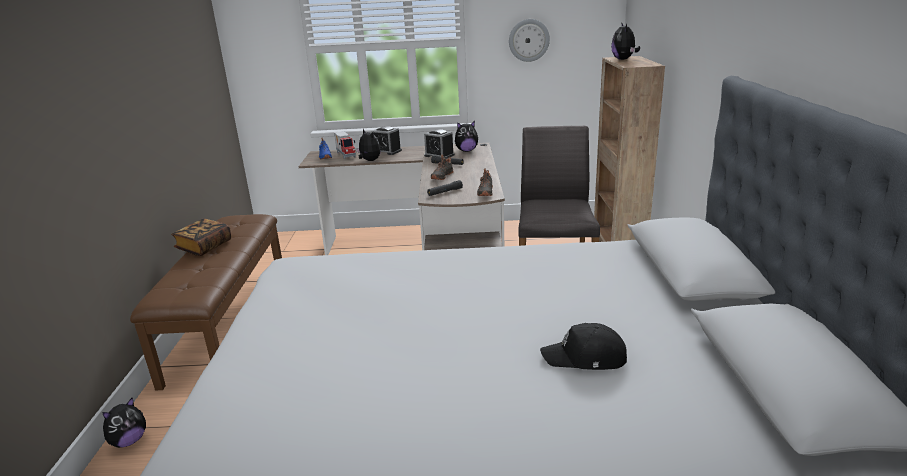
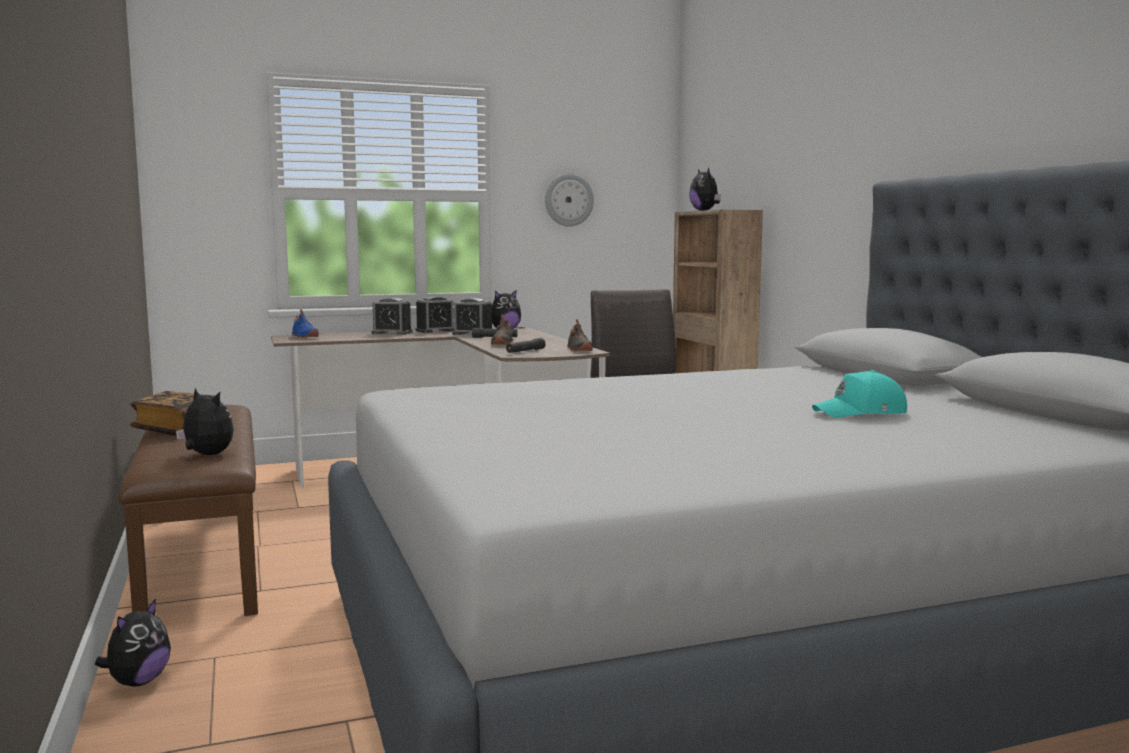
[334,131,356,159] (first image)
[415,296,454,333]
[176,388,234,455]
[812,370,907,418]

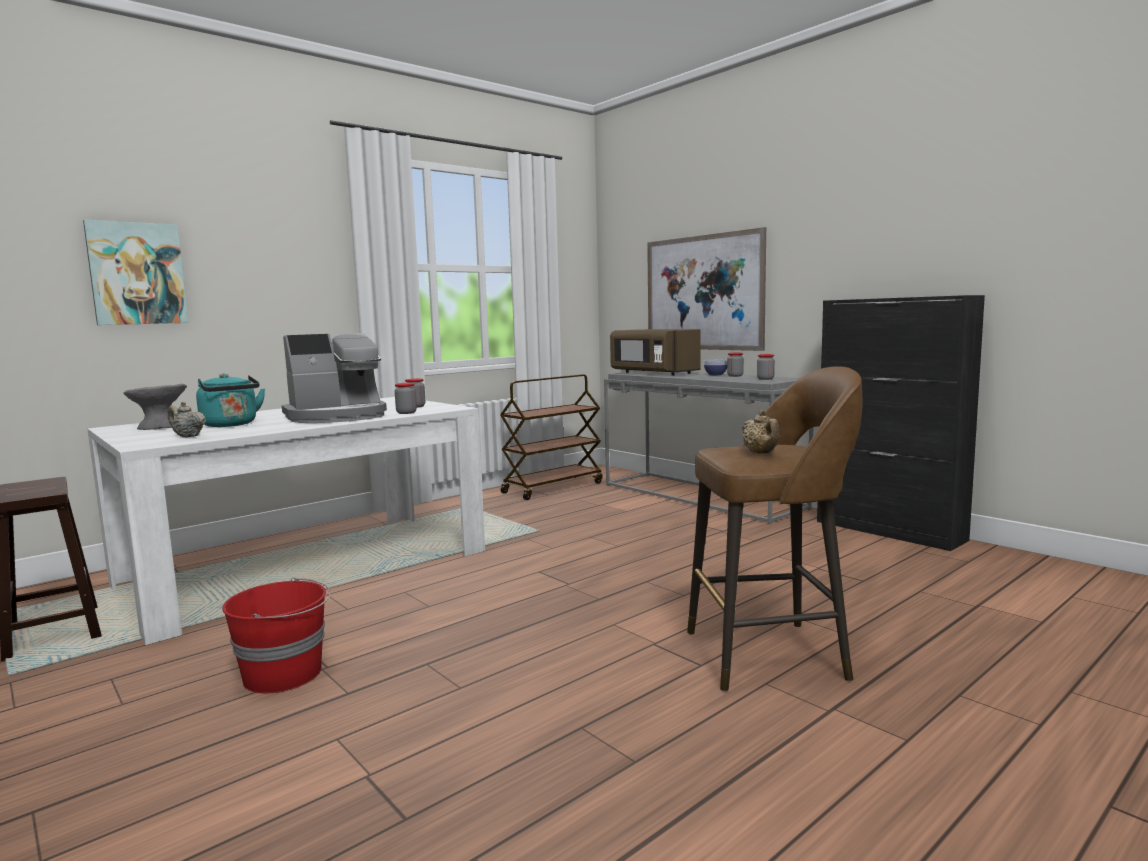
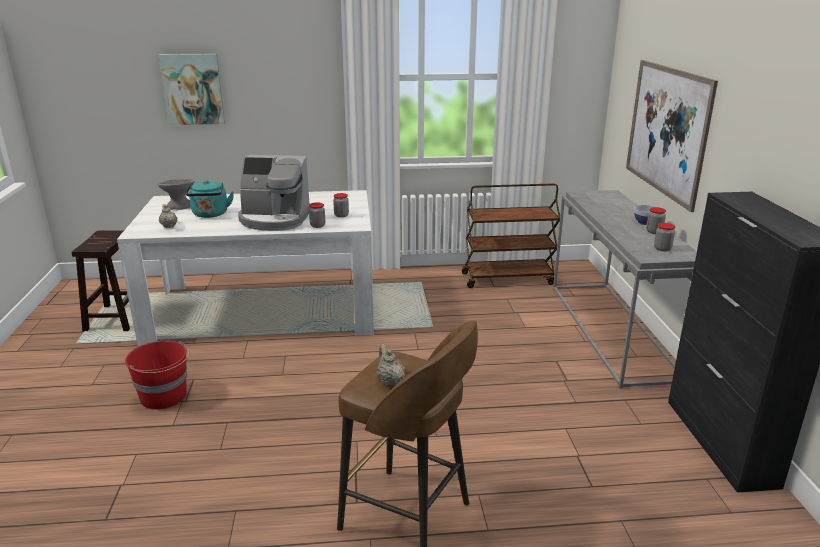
[610,329,701,375] (first image)
[377,344,405,386]

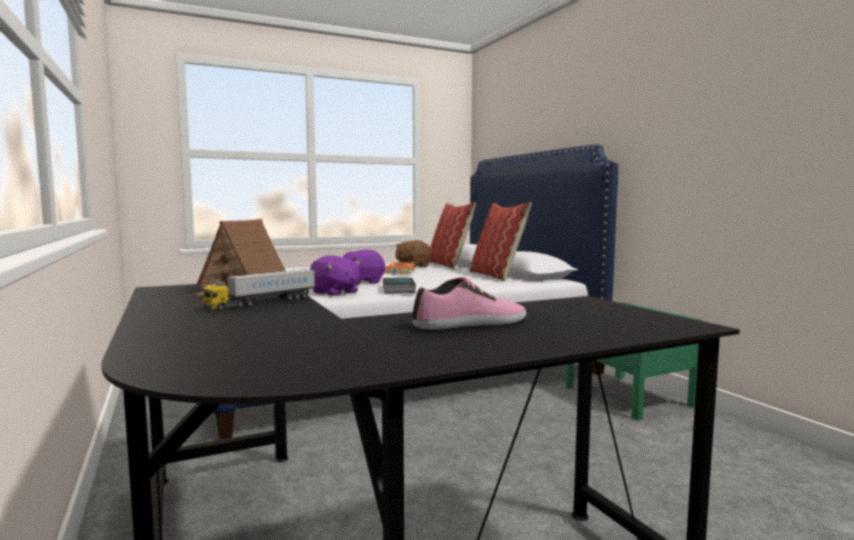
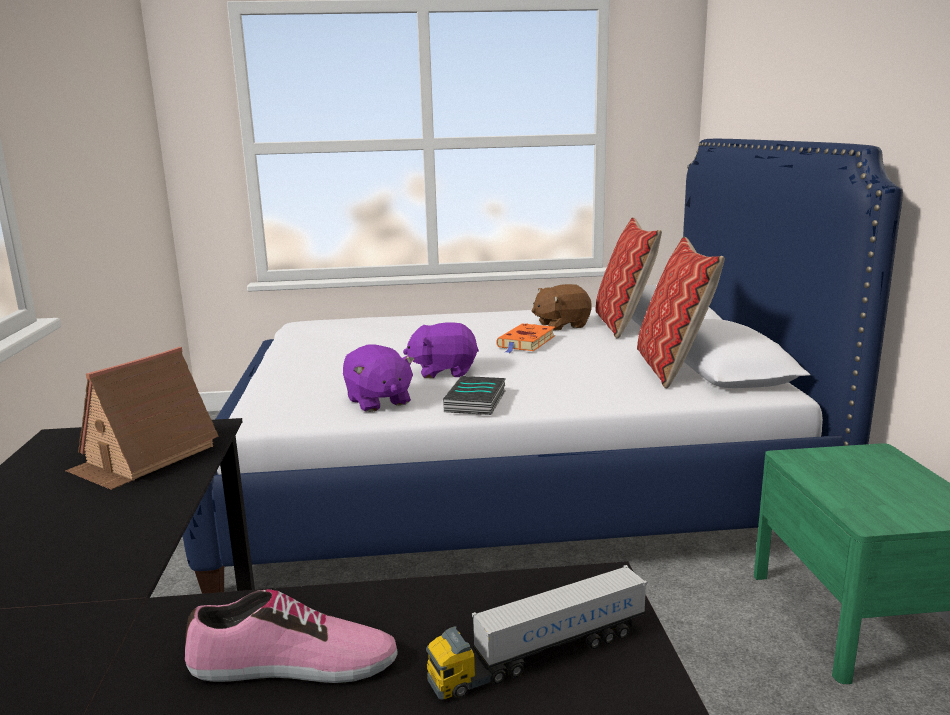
[426,565,647,700]

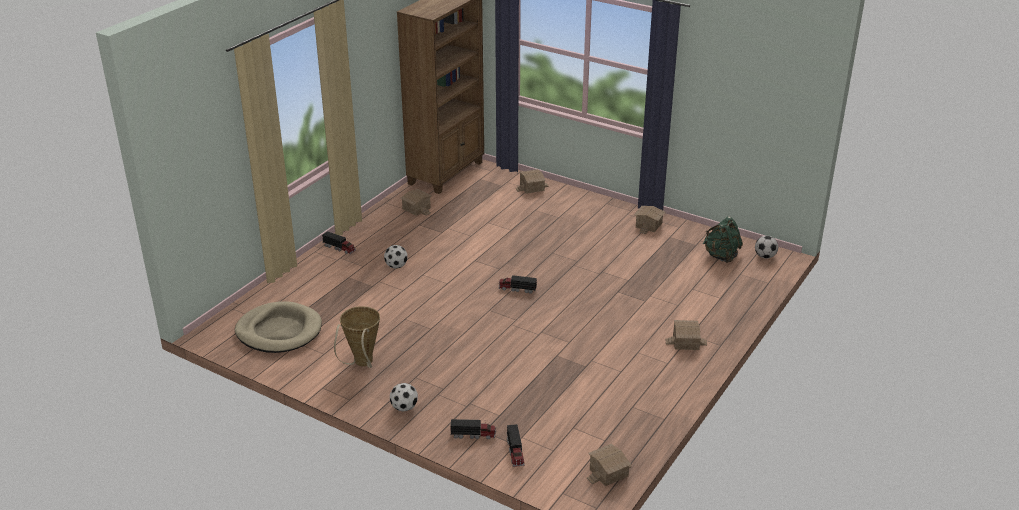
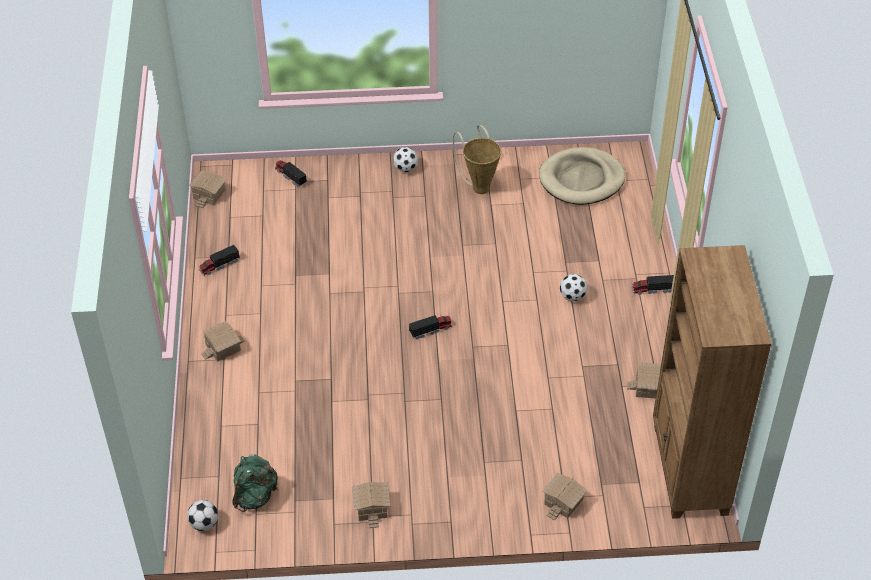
[199,245,240,276]

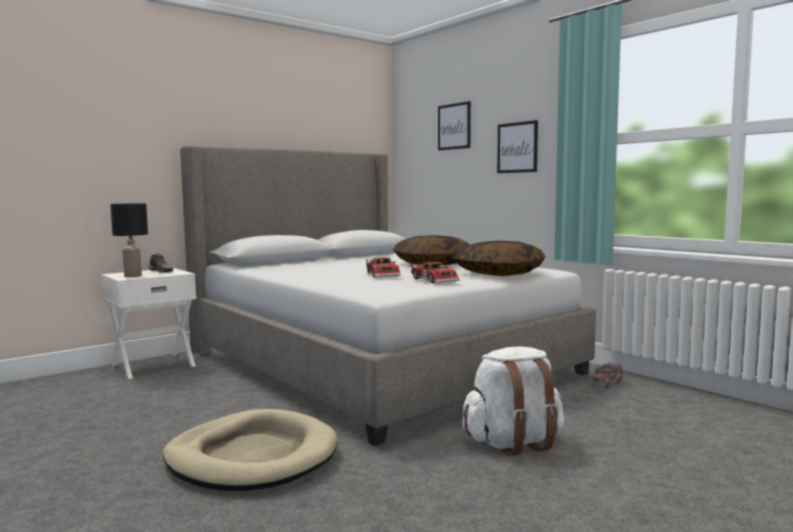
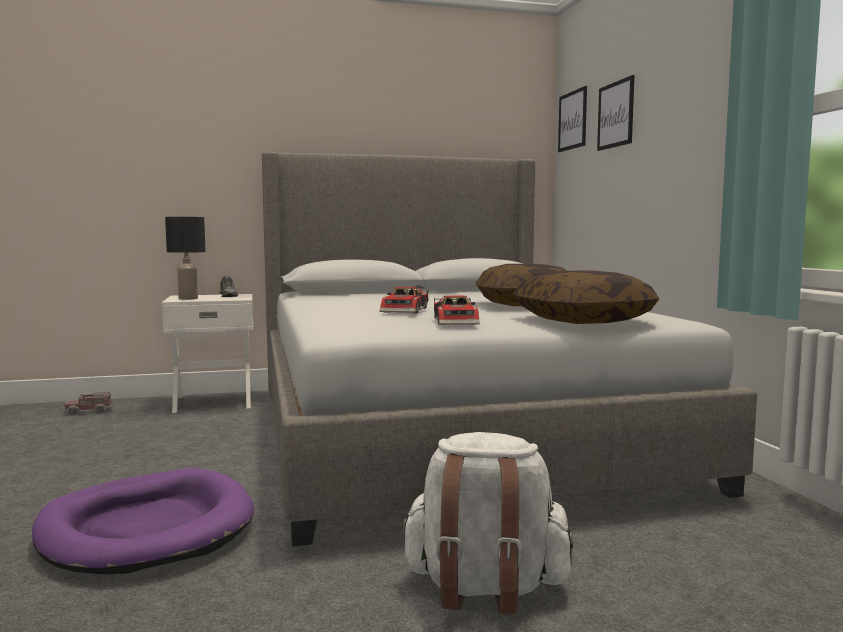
[558,86,587,152]
[64,392,114,416]
[32,468,254,574]

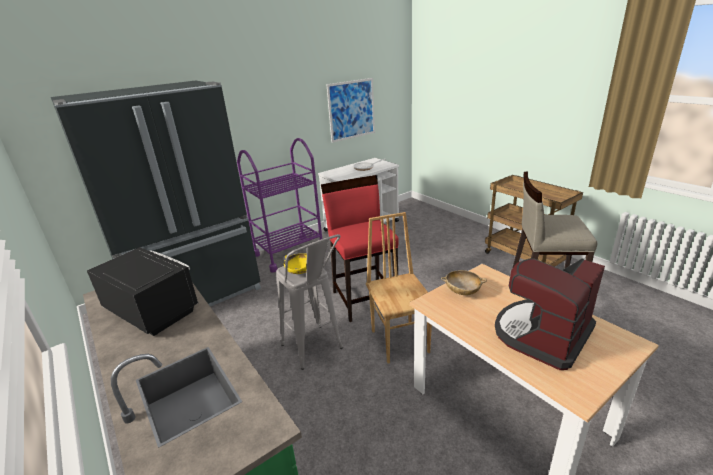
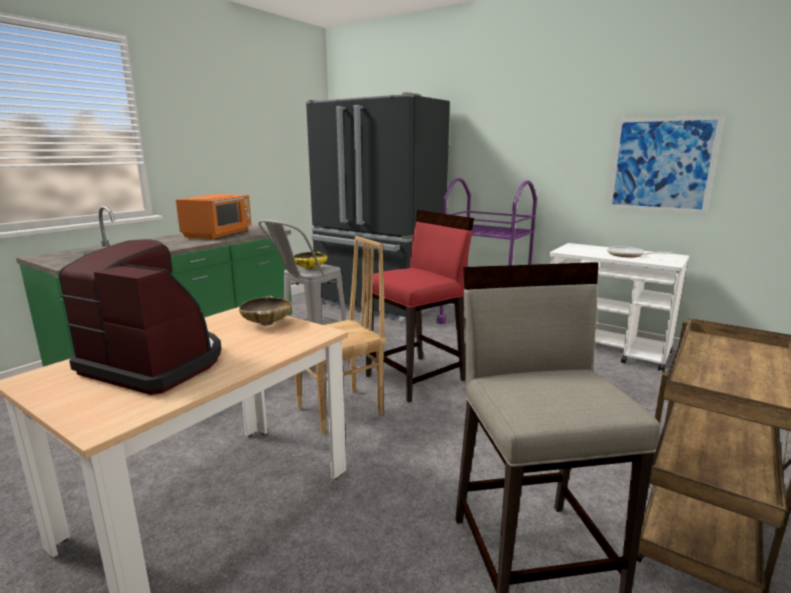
[176,194,252,240]

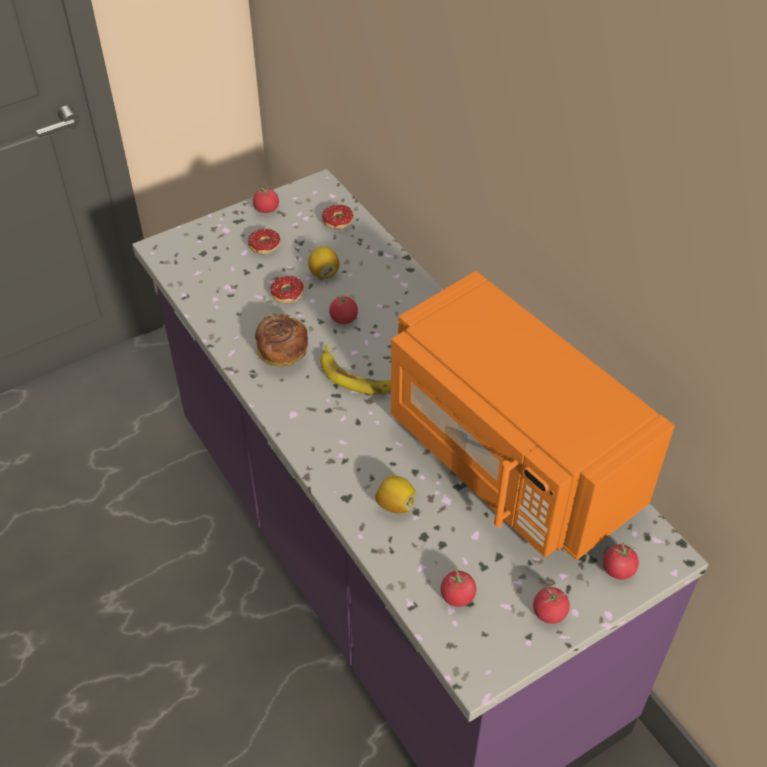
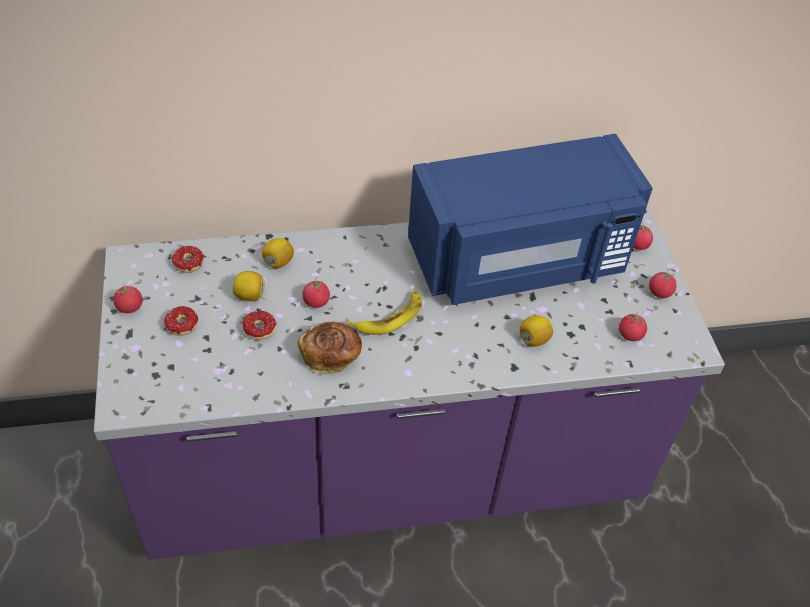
[262,238,294,269]
[408,134,653,305]

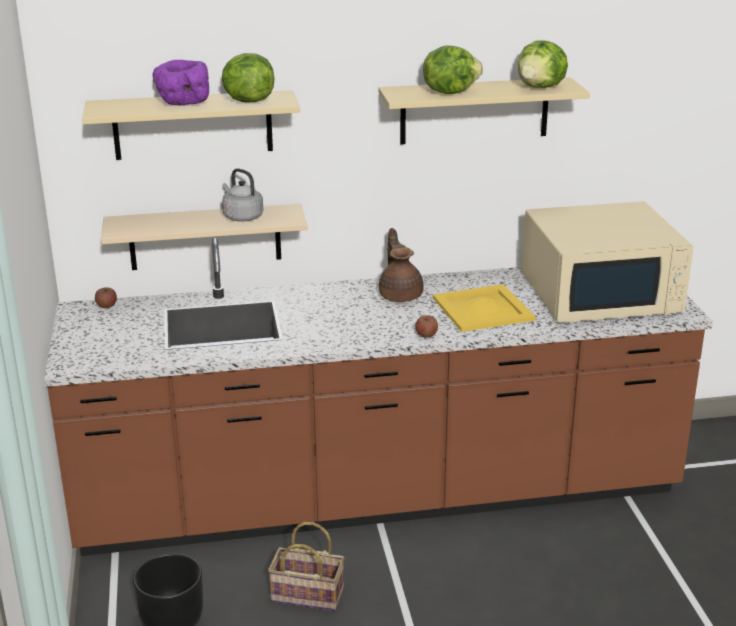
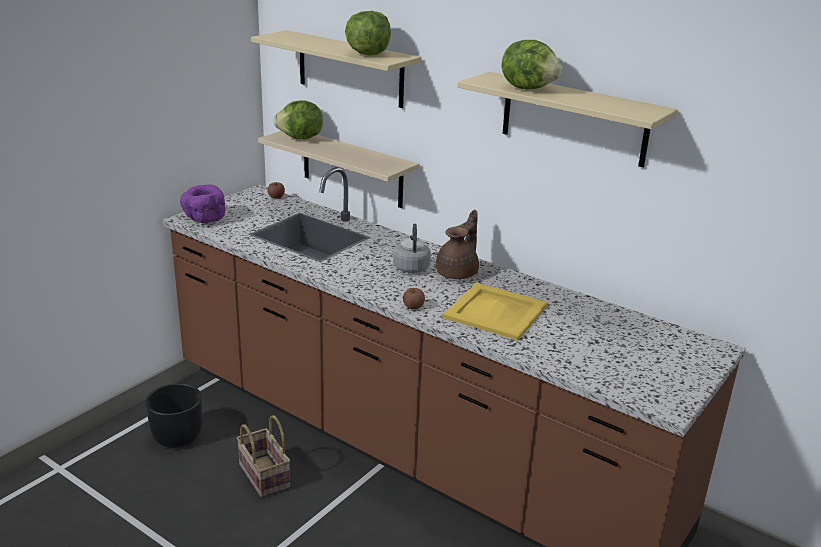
[522,201,694,323] (first image)
[180,184,225,223]
[393,223,431,273]
[274,100,323,140]

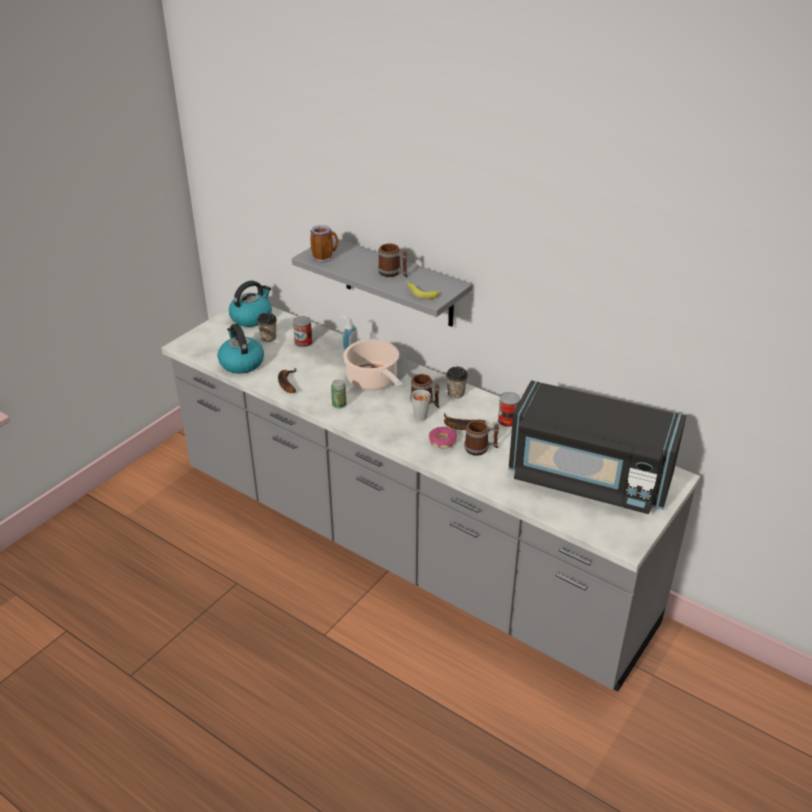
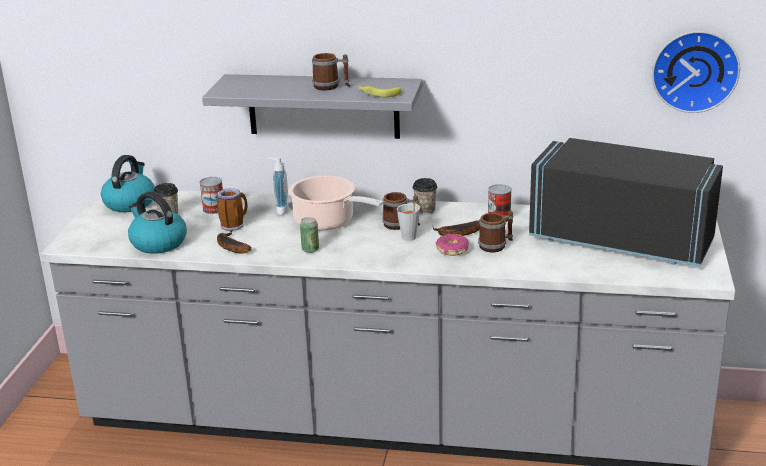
[652,31,740,113]
[217,188,247,231]
[529,138,723,267]

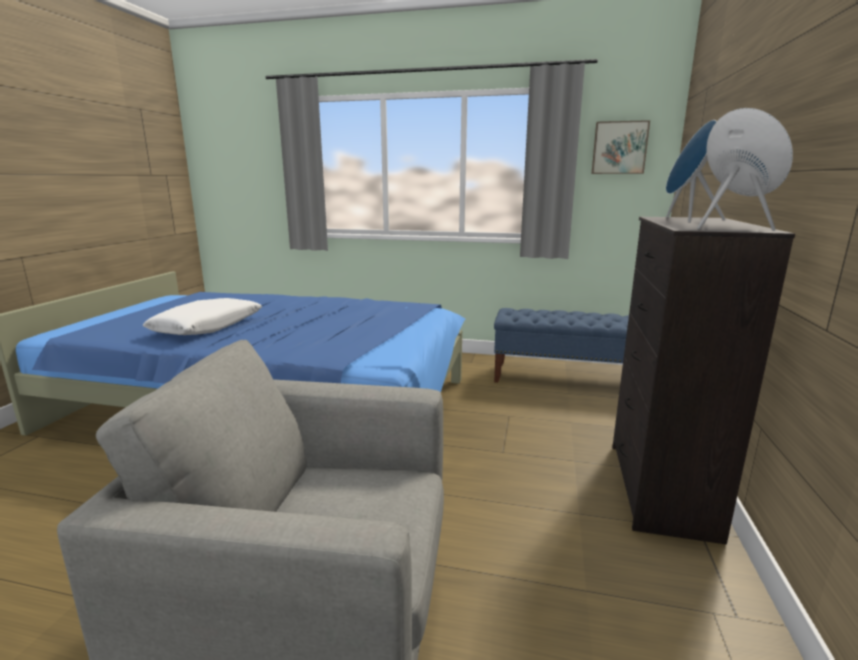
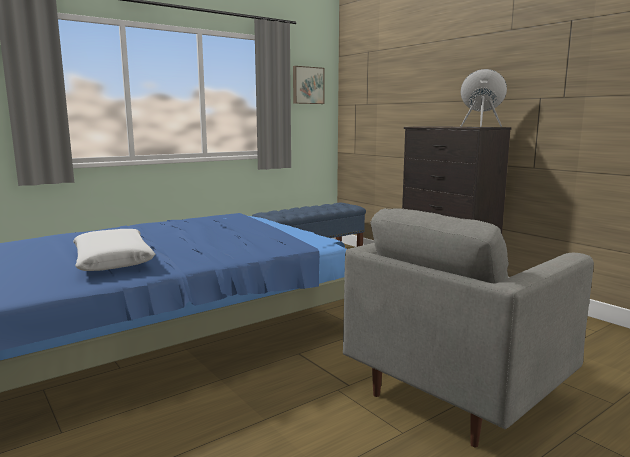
[666,120,725,223] (first image)

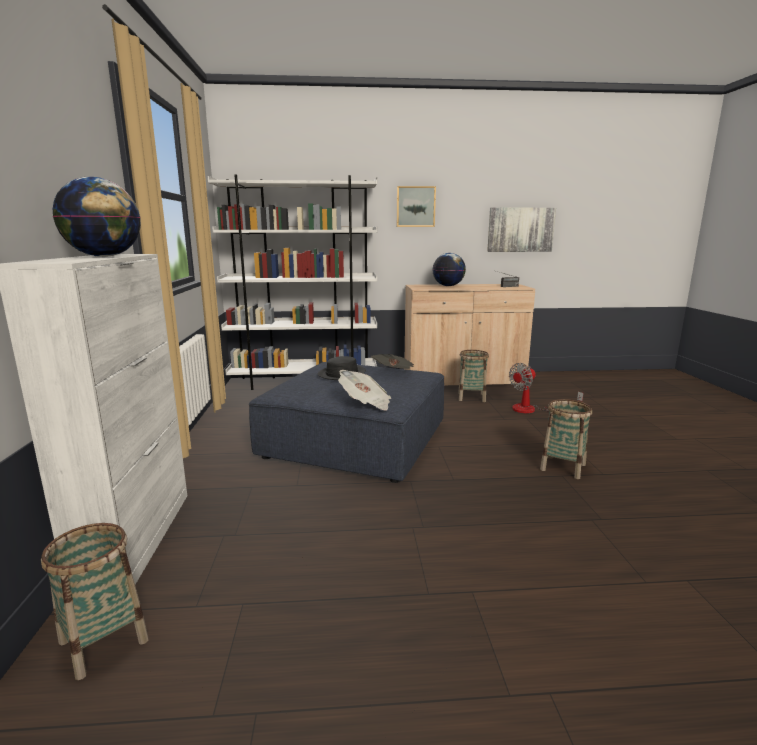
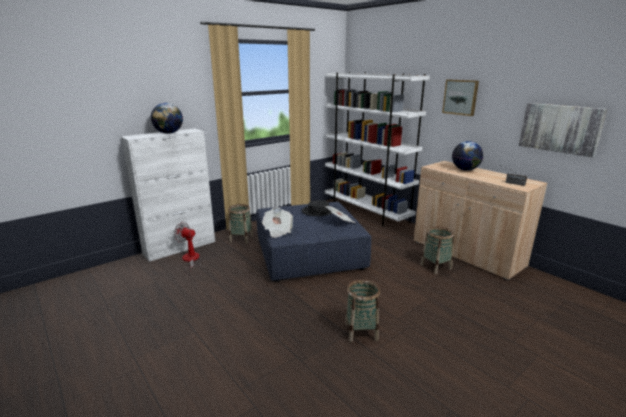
[228,204,253,244]
[174,222,202,275]

